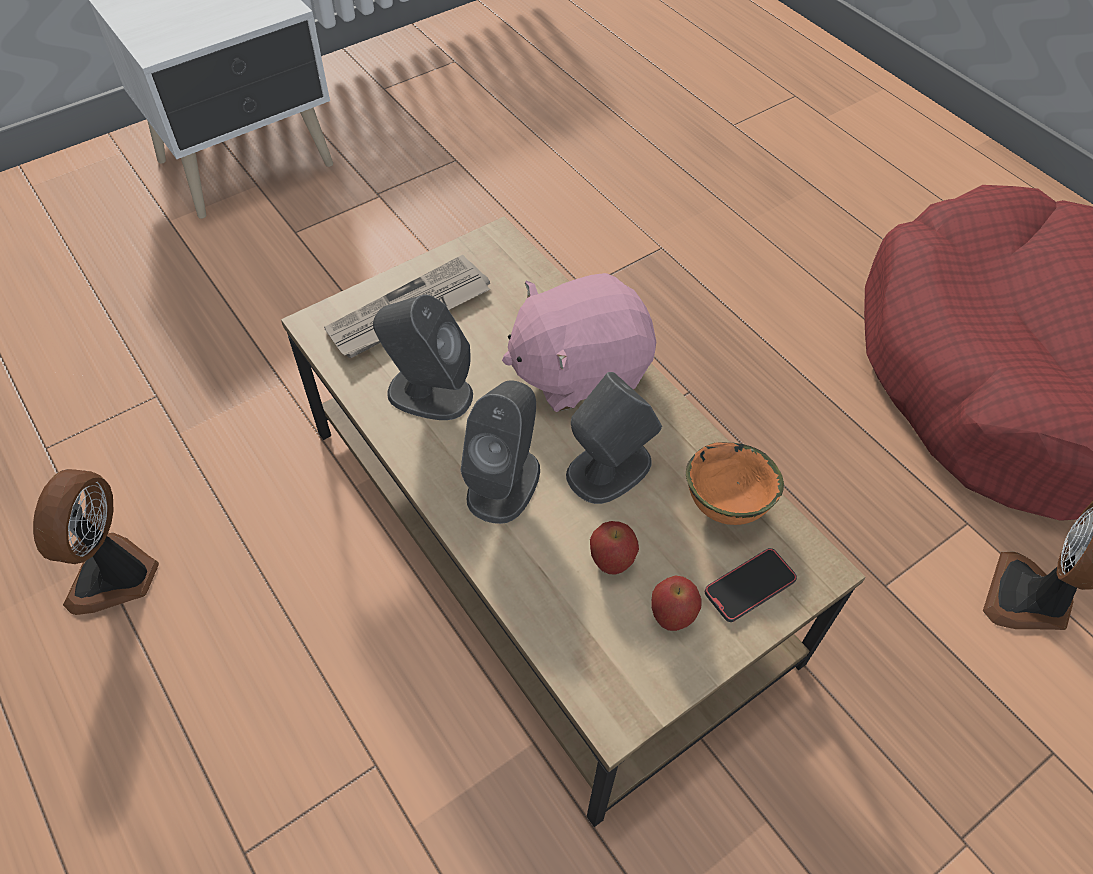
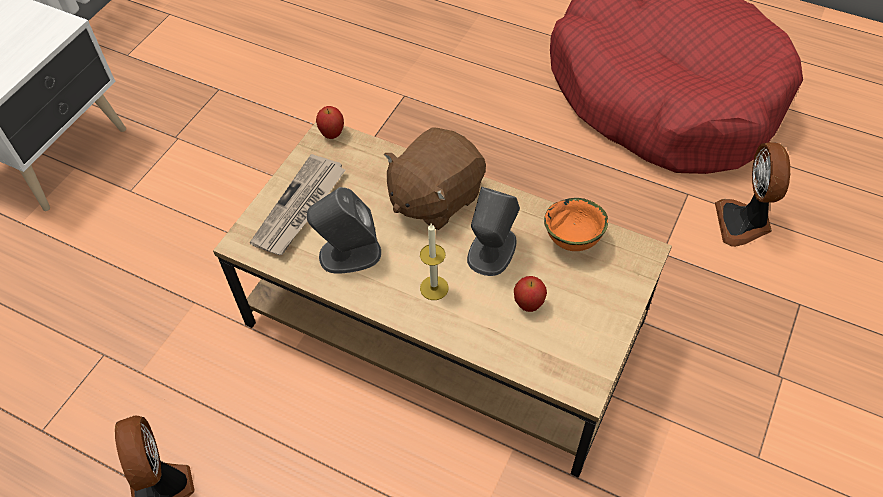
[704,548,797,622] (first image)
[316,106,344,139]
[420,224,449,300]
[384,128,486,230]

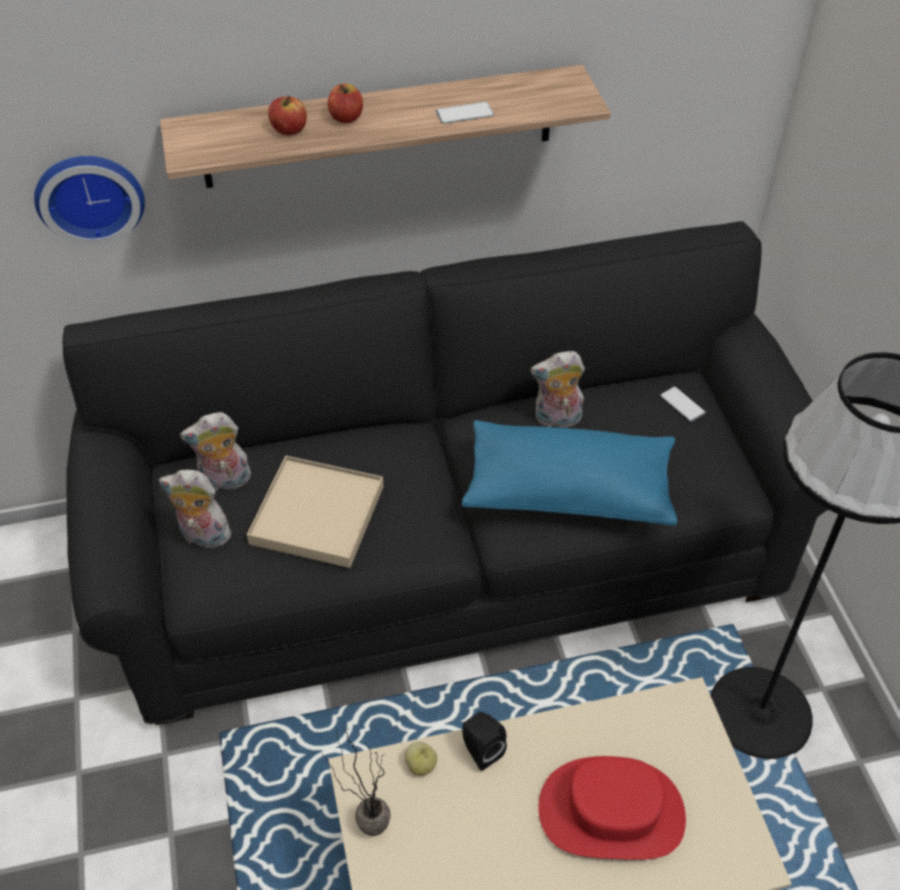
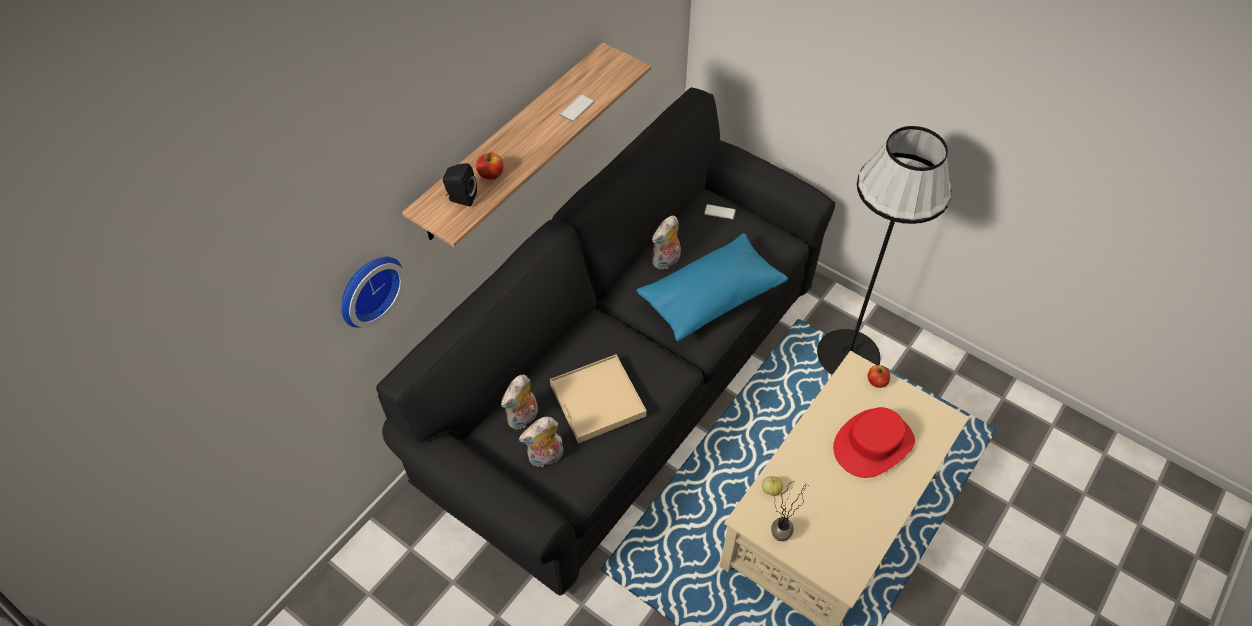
[868,365,890,388]
[443,163,477,206]

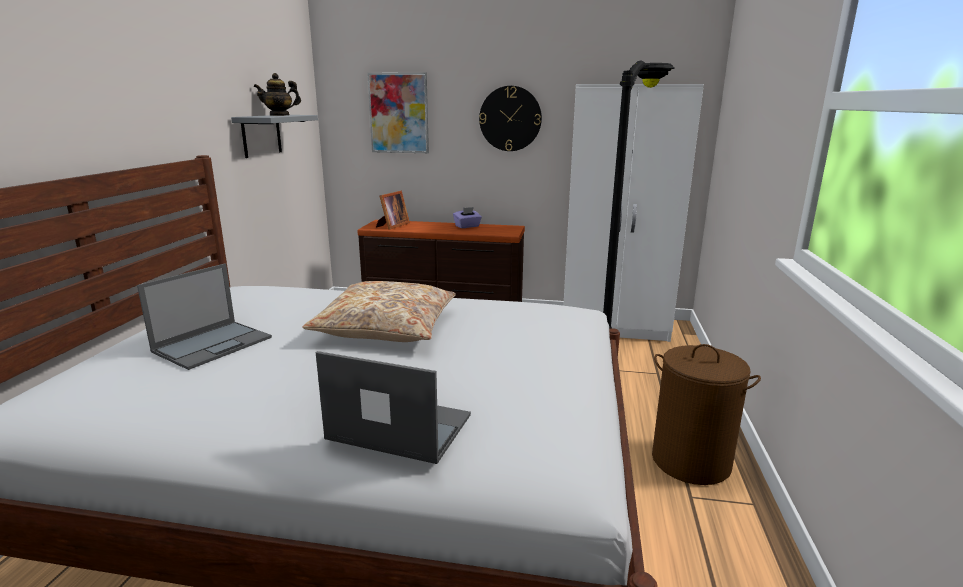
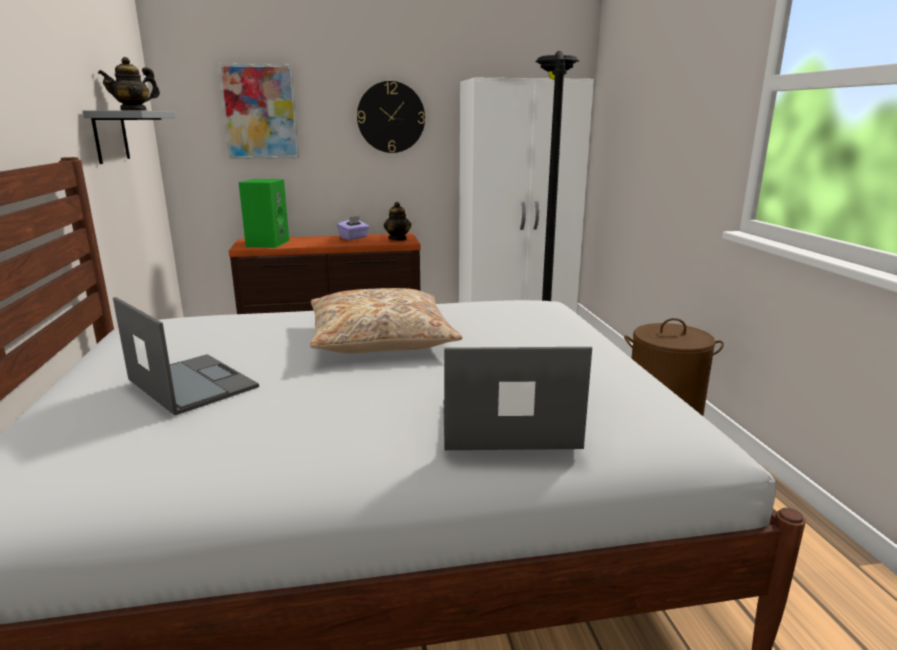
[384,202,411,240]
[239,179,289,248]
[113,297,259,415]

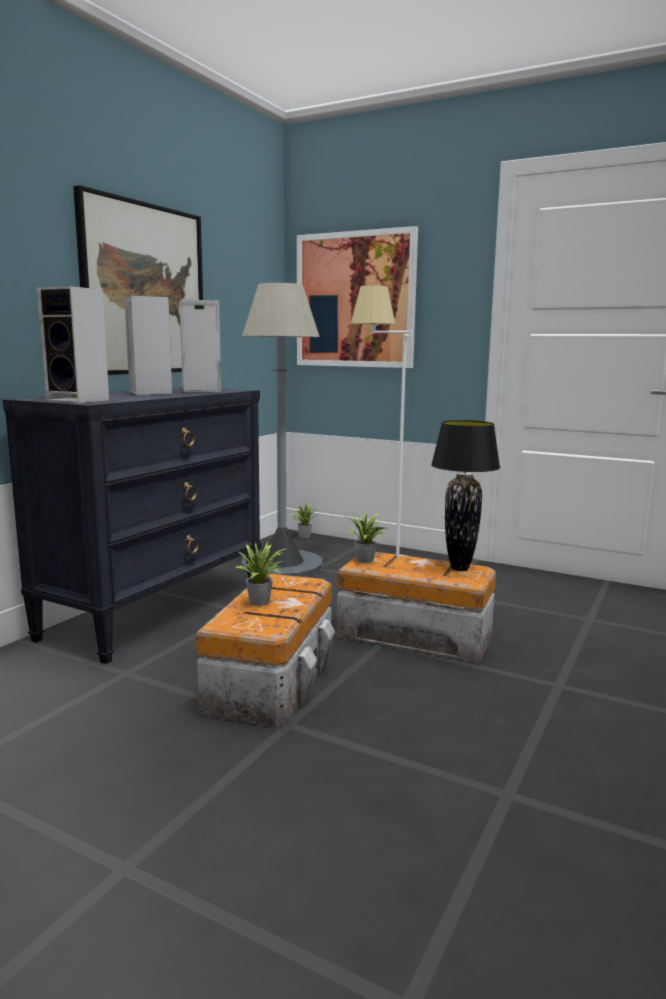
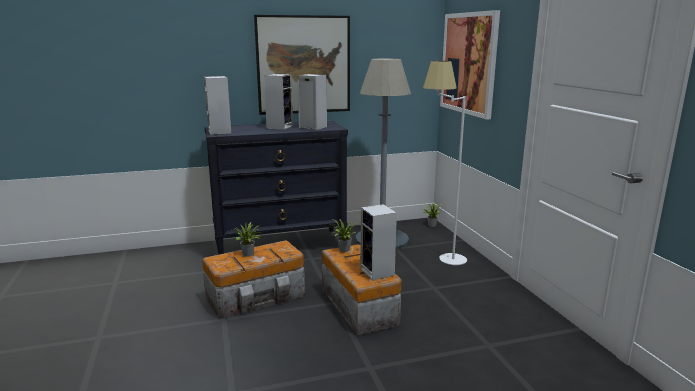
[360,204,397,280]

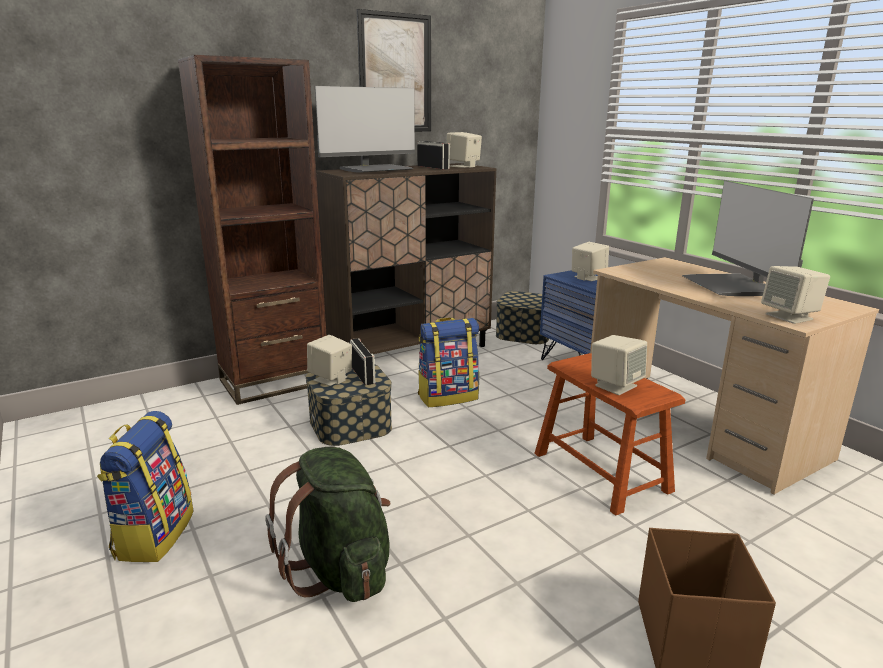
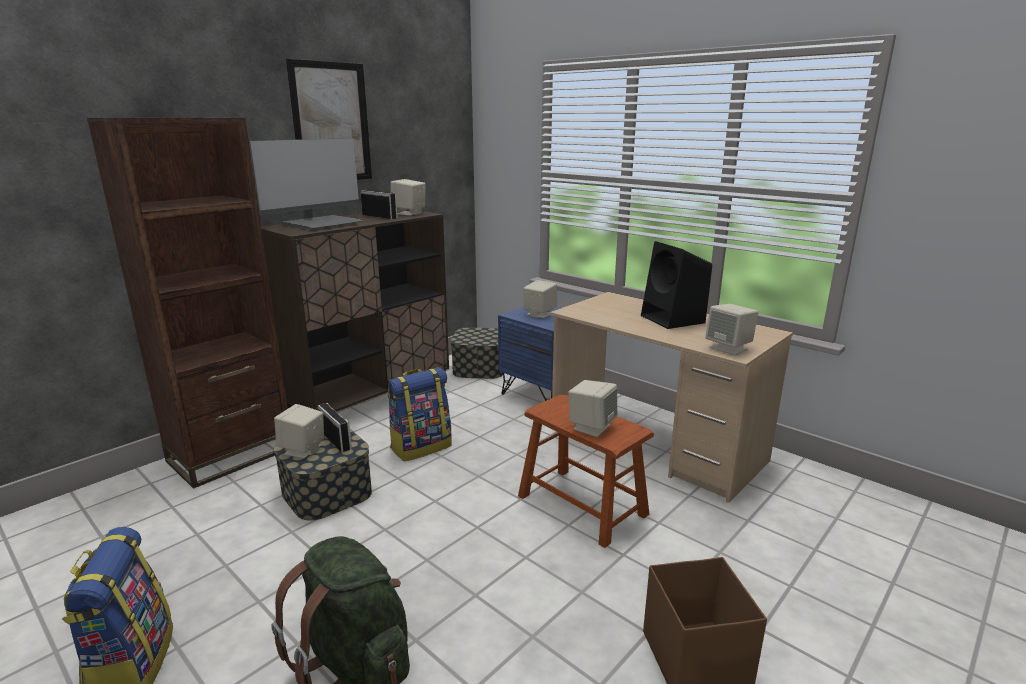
[641,241,712,329]

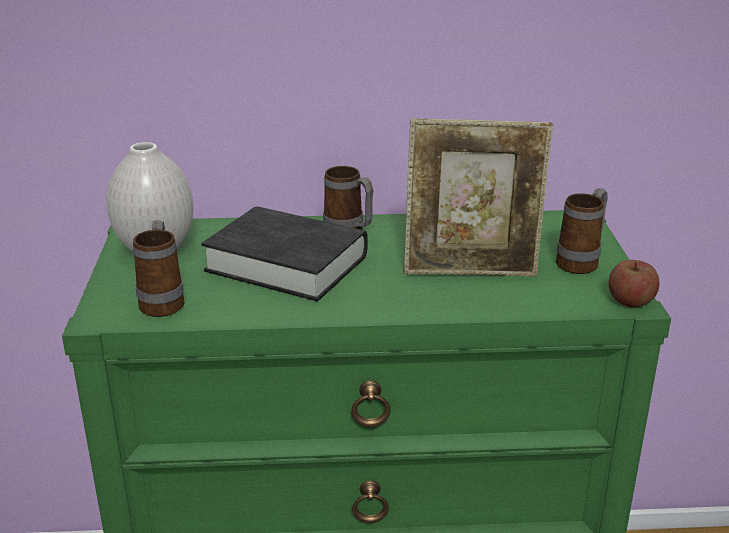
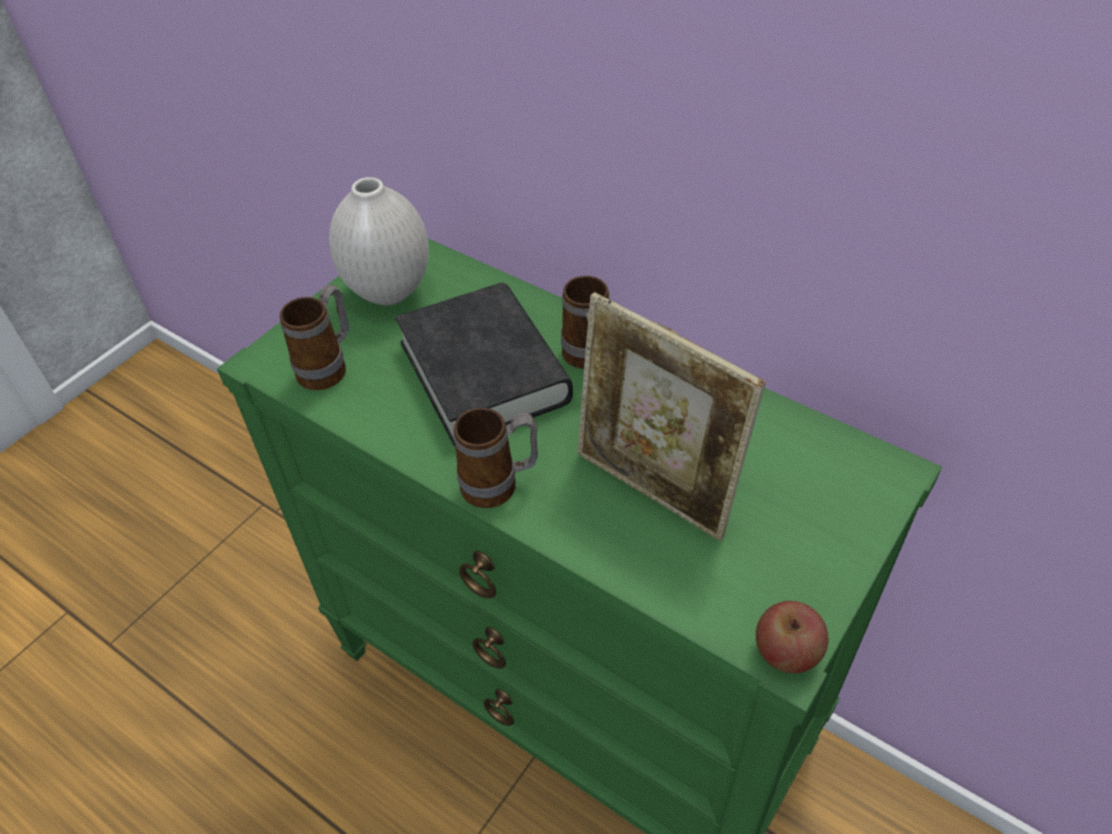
[453,408,538,508]

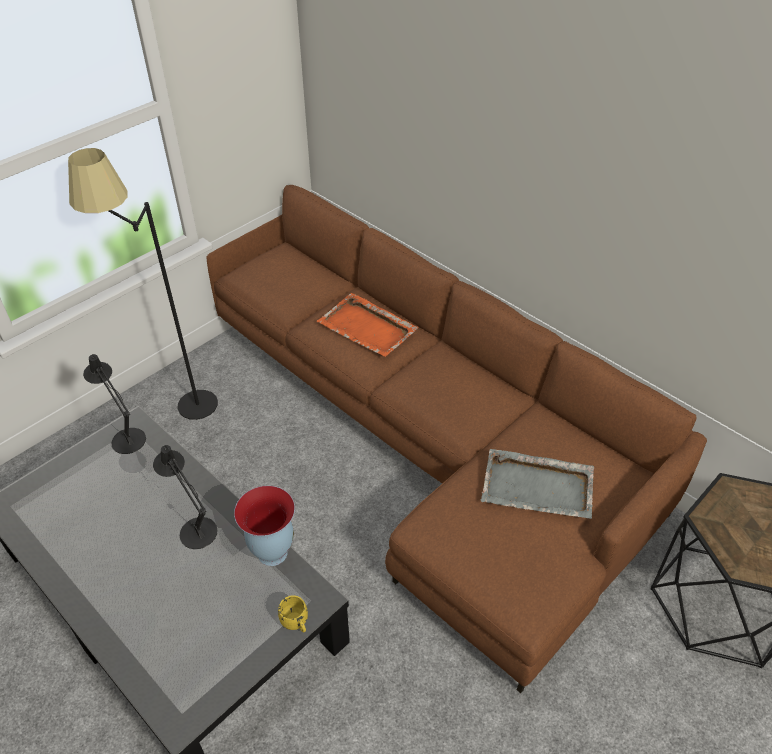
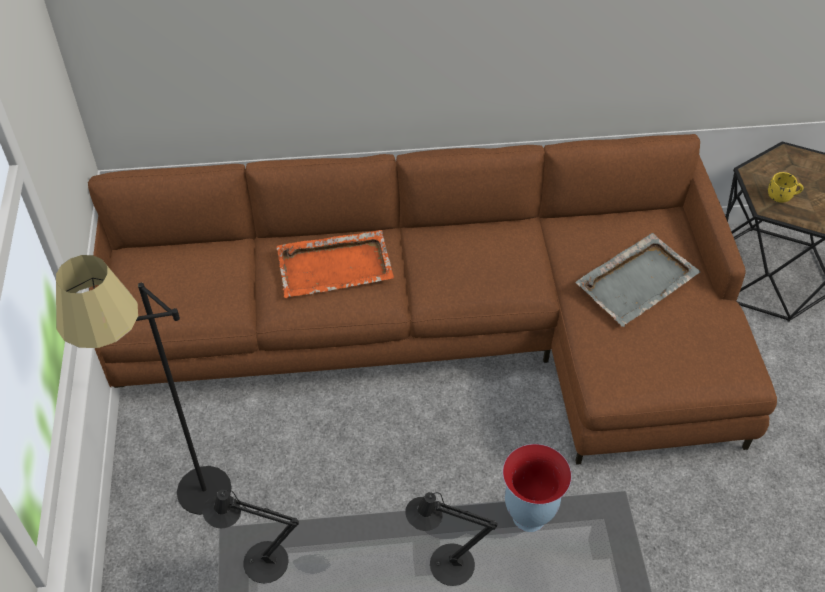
[768,172,803,203]

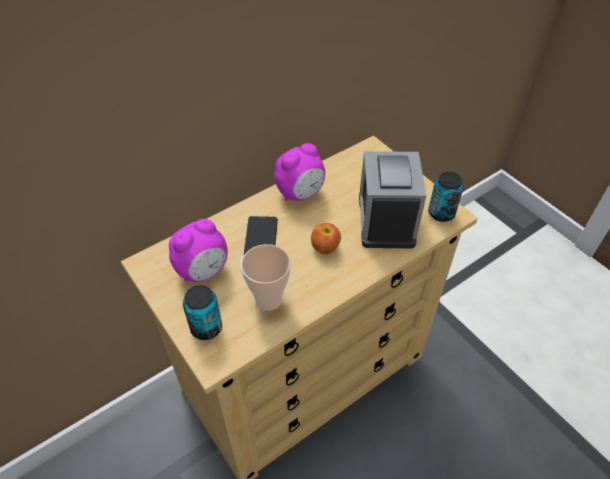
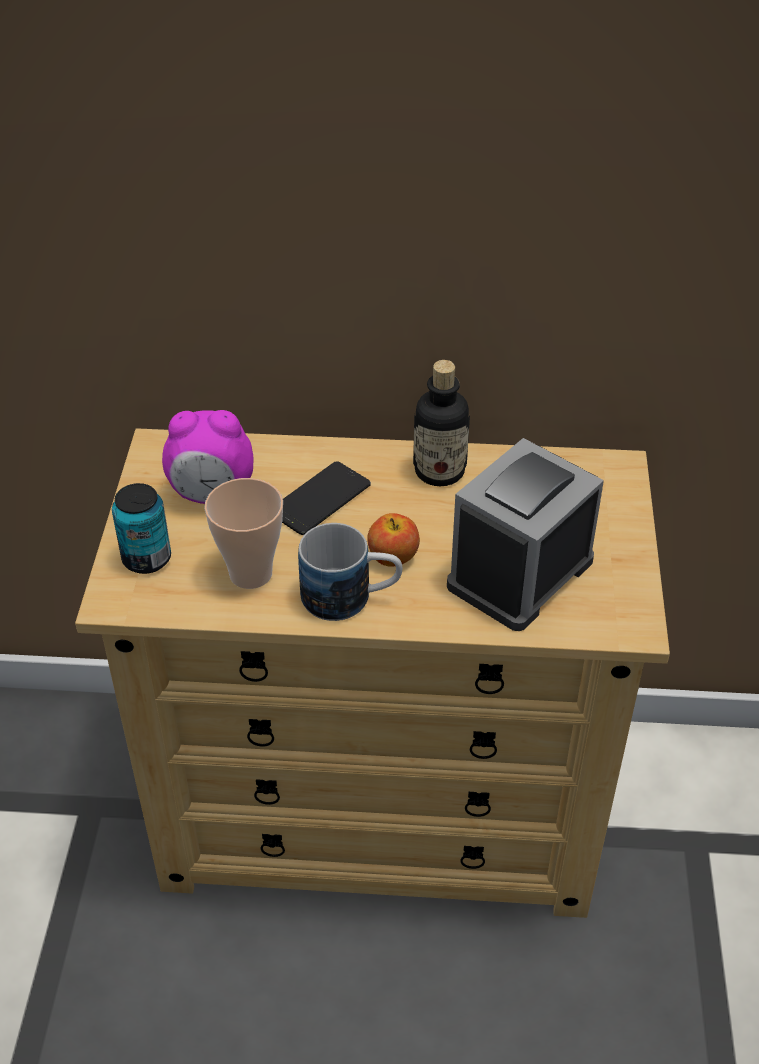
[428,172,464,222] (first image)
[298,523,402,621]
[413,360,470,486]

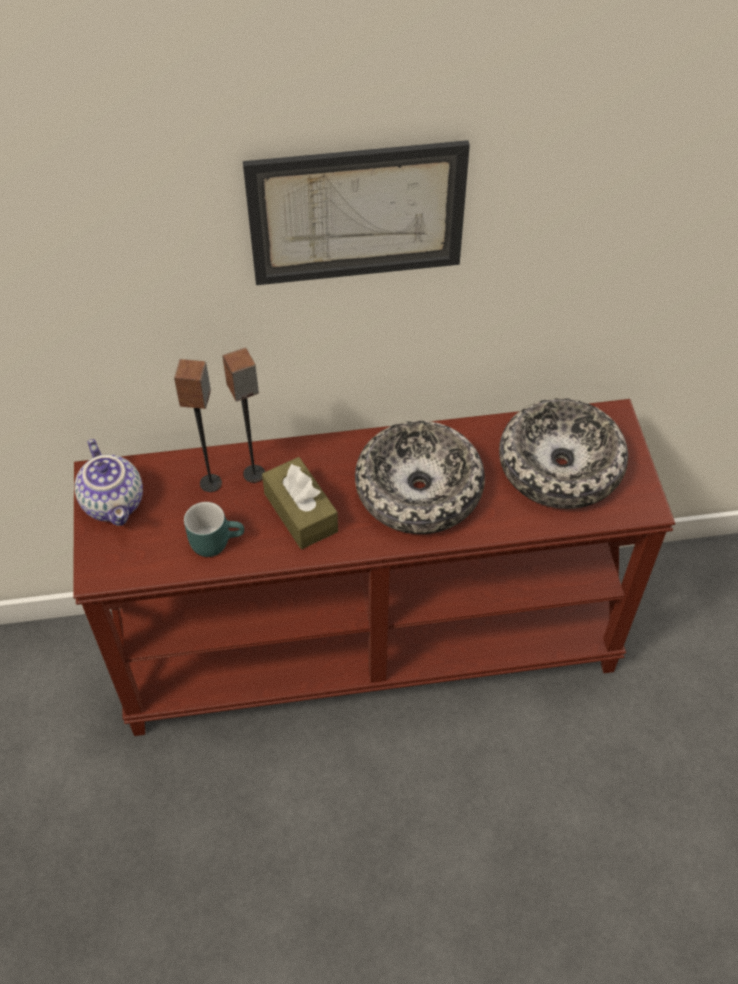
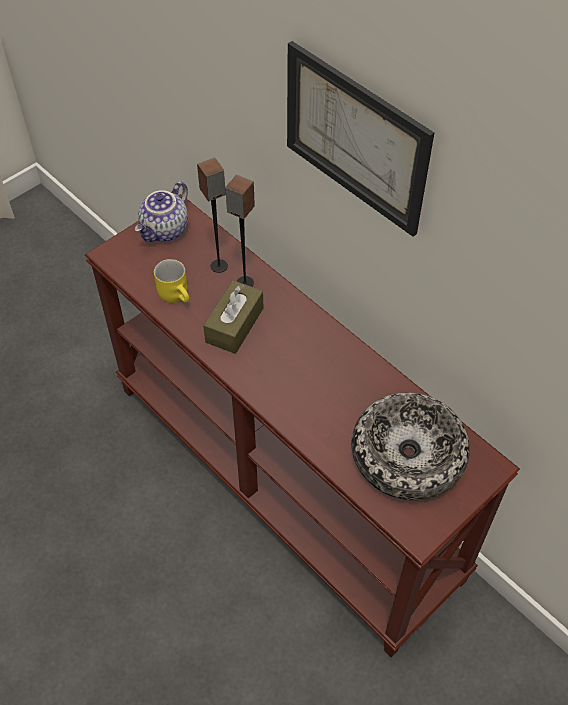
[355,420,485,534] (first image)
[154,259,189,303]

